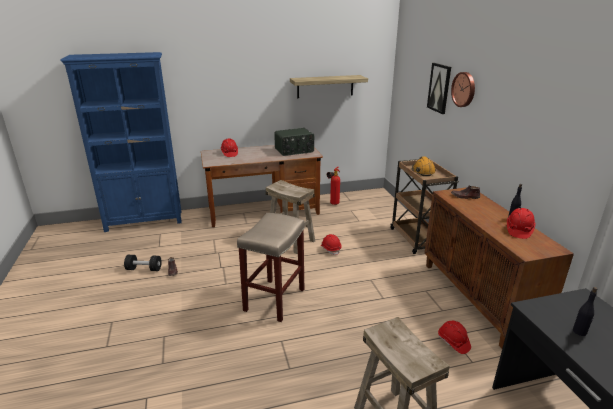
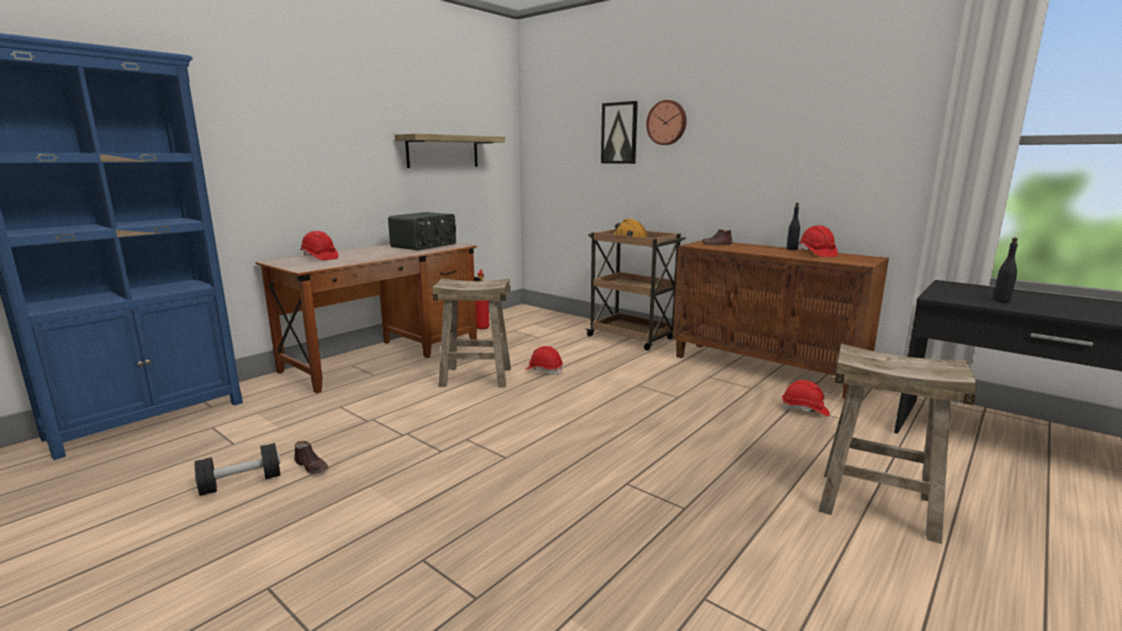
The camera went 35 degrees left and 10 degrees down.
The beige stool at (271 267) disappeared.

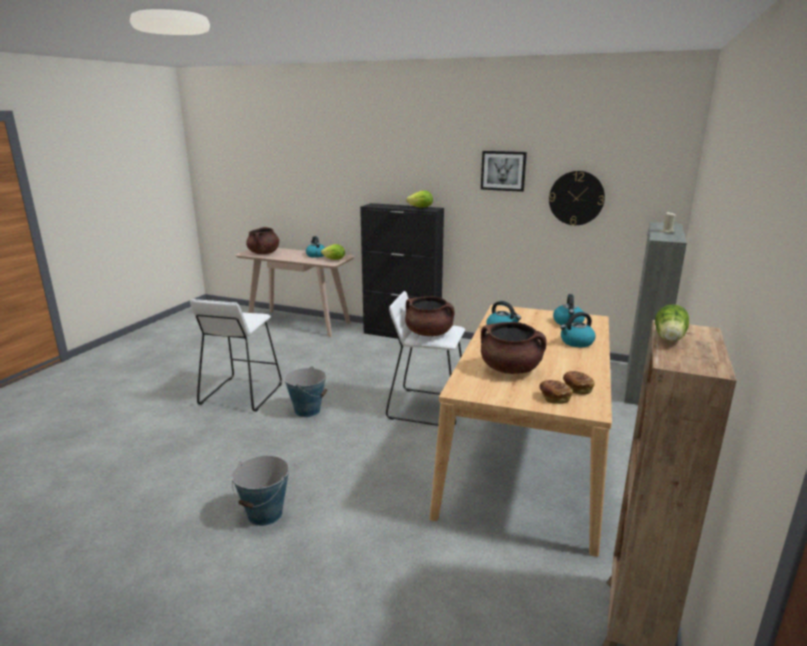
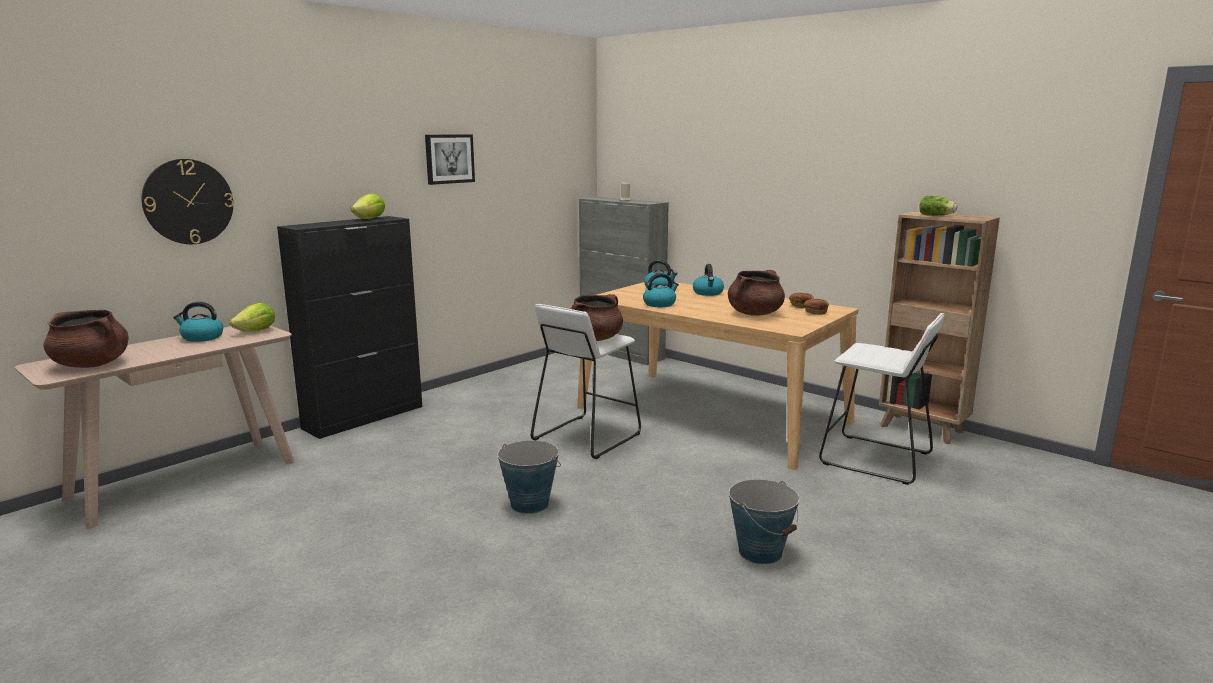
The camera went 70 degrees left and 5 degrees down.
The wall clock moved from (577 198) to (187 201).
The white stool moved from (236 355) to (882 399).

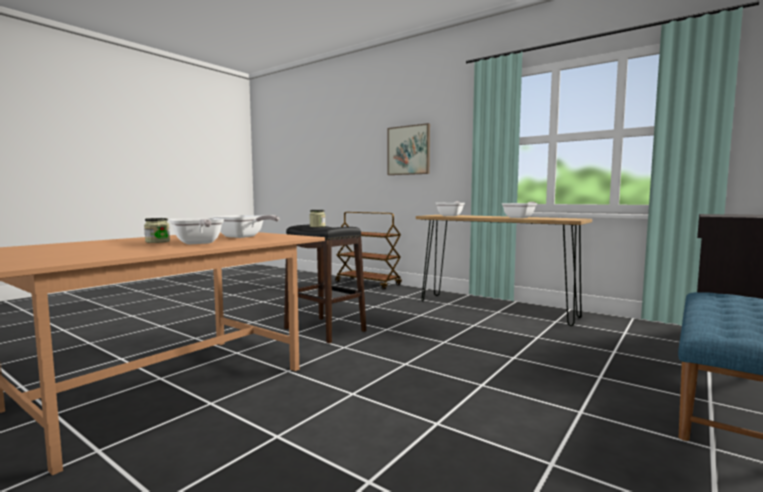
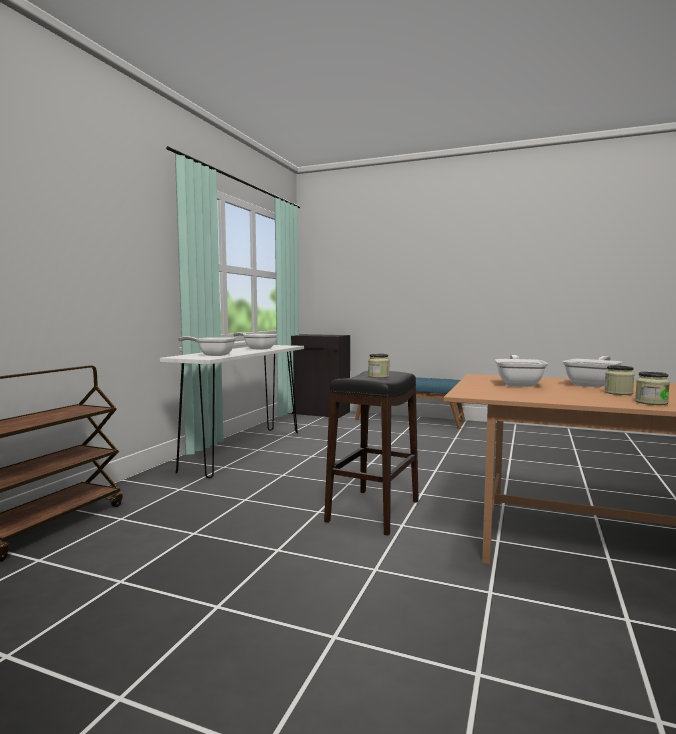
The camera went 105 degrees left and 0 degrees up.
The picture at (409 149) disappeared.
The brown console table at (504 270) became the white console table at (232 411).
The jar at (652 388) appeared.

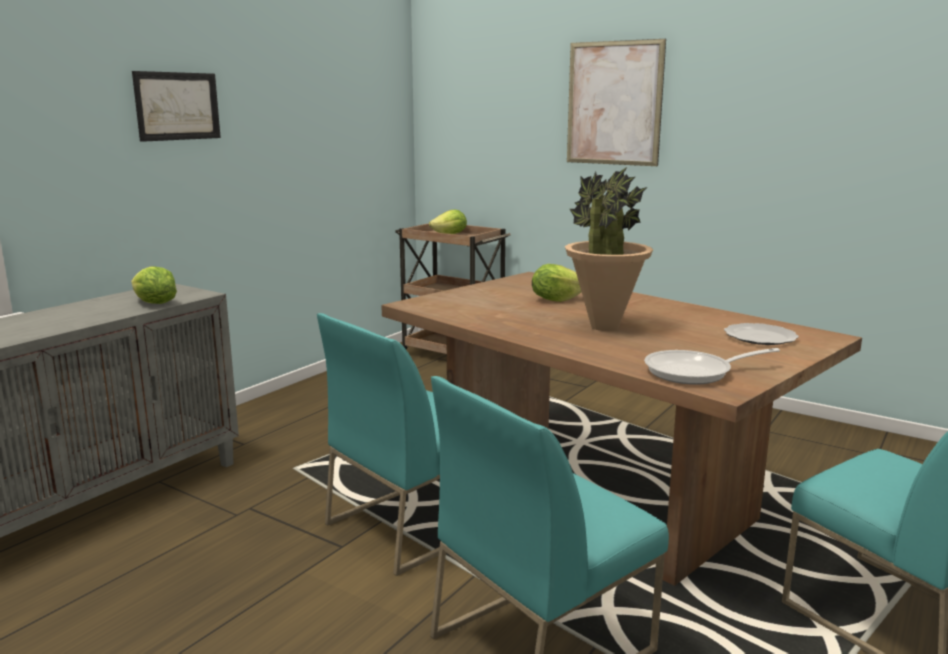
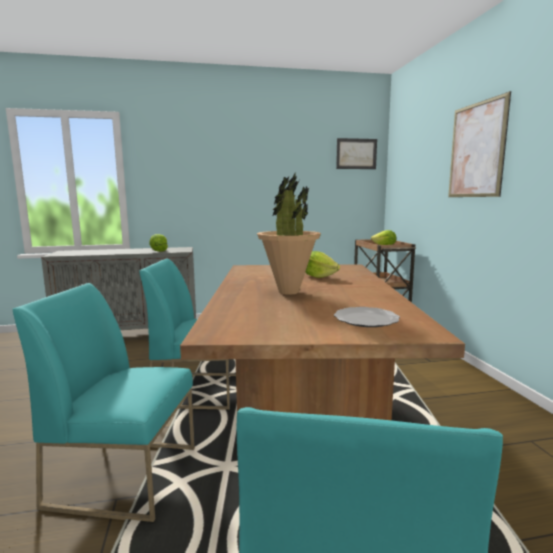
The camera went 45 degrees right and 5 degrees down.
The picture moved from (176 106) to (356 153).
The frying pan at (712 366) disappeared.

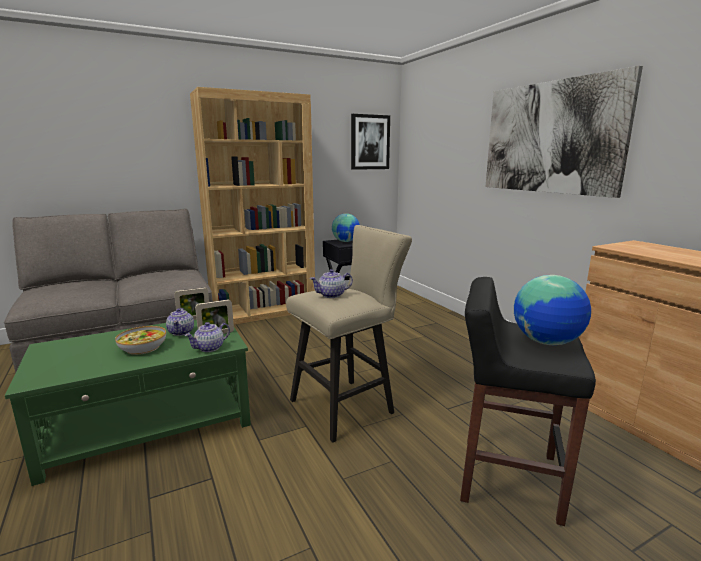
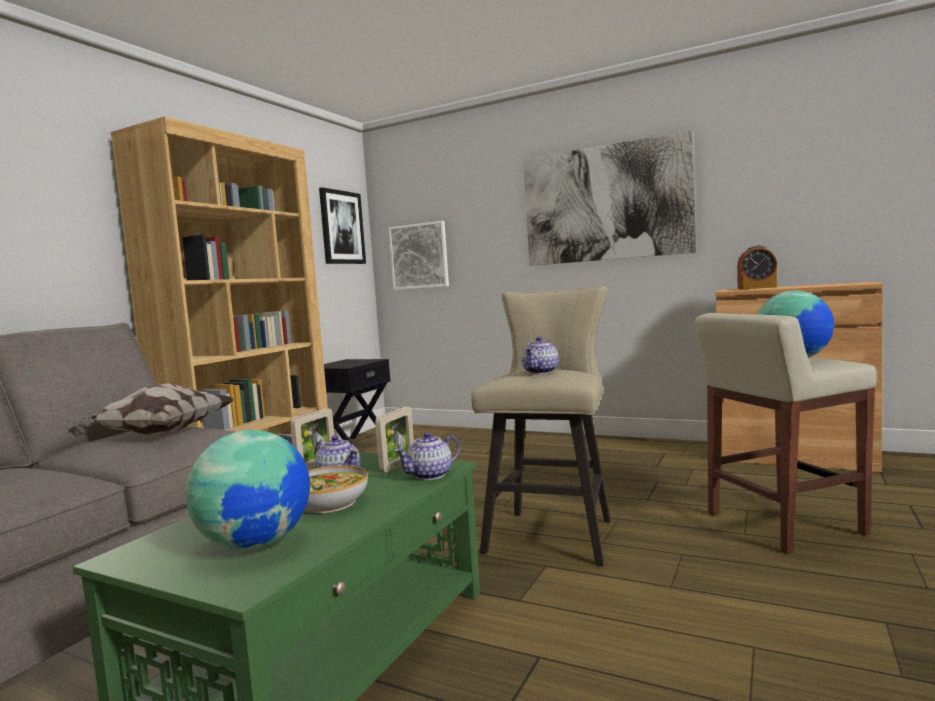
The camera went 35 degrees left and 10 degrees down.
The globe moved from (346 227) to (248 490).
The black stool at (528 401) became the beige stool at (785 433).
The teapot at (207 337) turned 45 degrees clockwise.
The picture at (418 255) appeared.
The alarm clock at (757 267) appeared.
The pillow at (153 409) appeared.

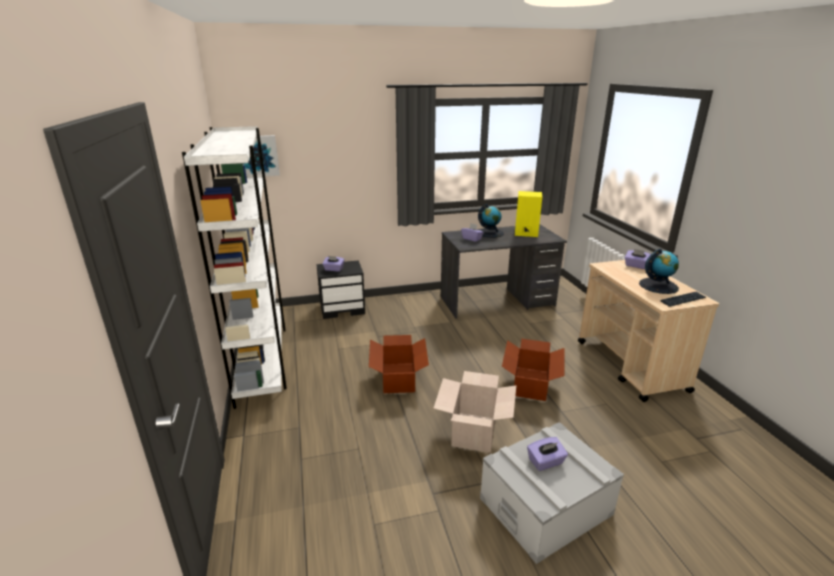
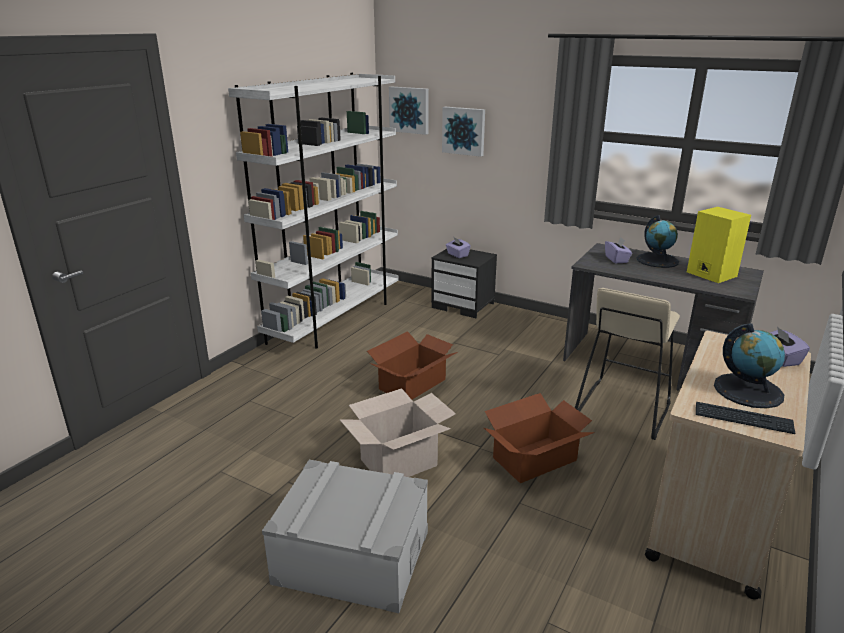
The camera went 45 degrees right and 0 degrees up.
The purple tissue box at (547 454) disappeared.
The picture at (463 132) appeared.
The beige stool at (627 364) appeared.

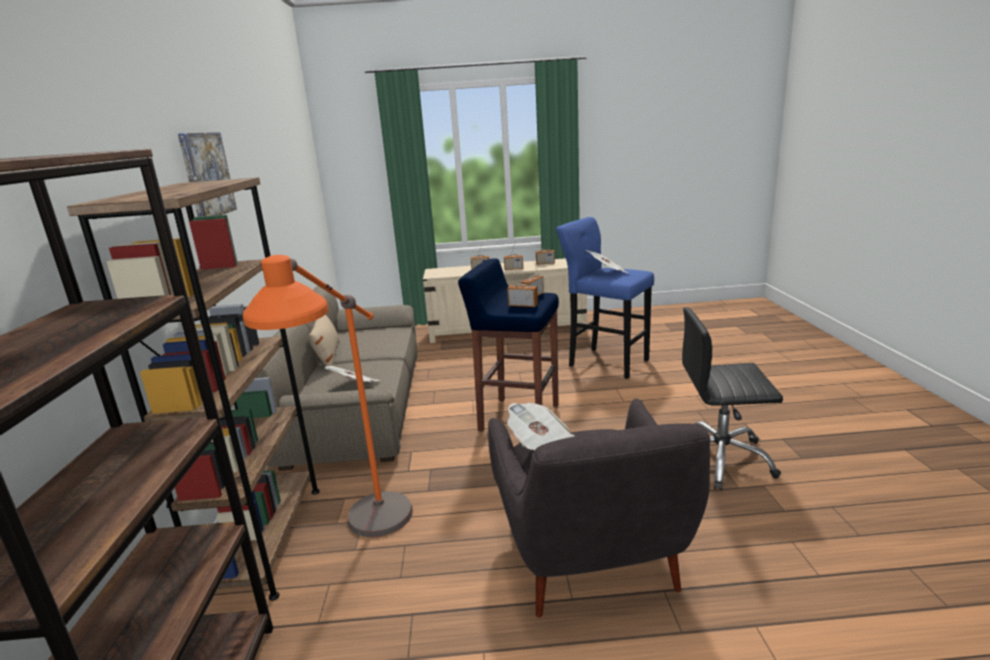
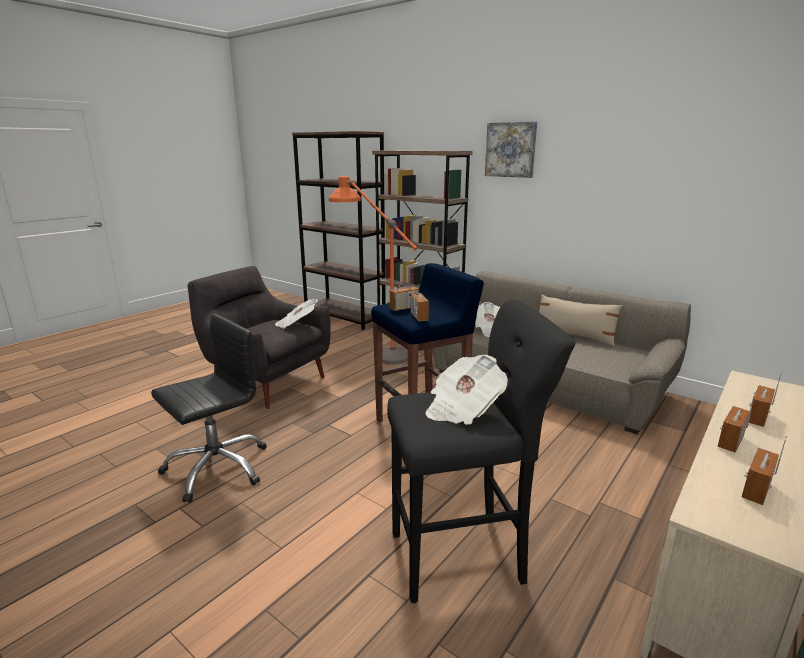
The camera went 130 degrees right and 0 degrees up.
The blue stool at (605 298) became the black stool at (481 452).

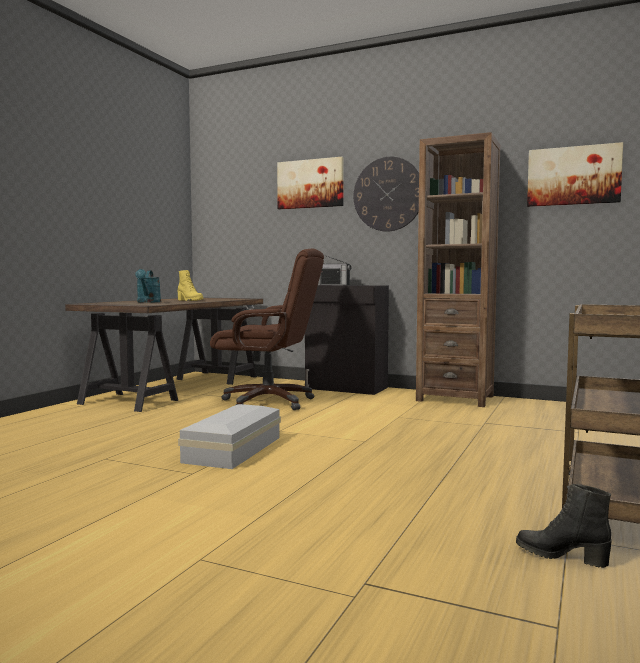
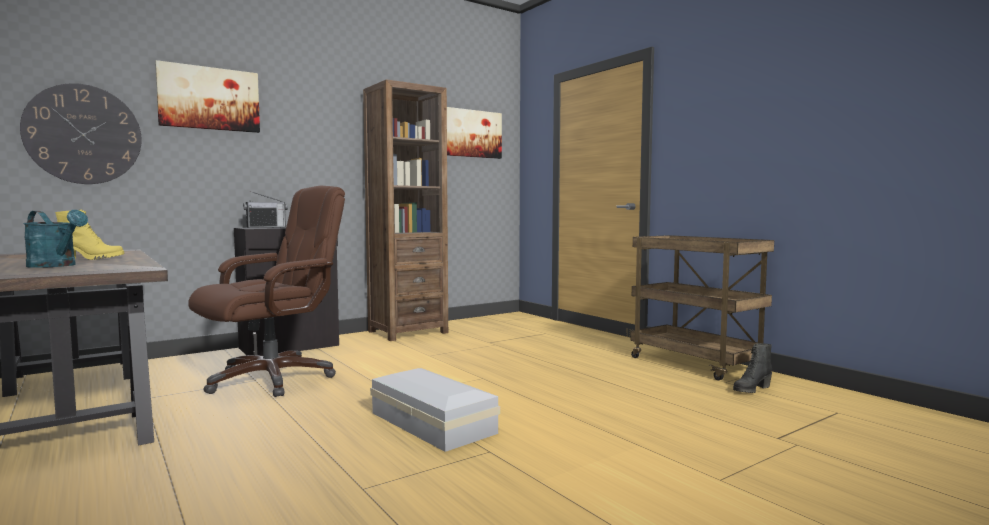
The camera went 60 degrees left and 0 degrees up.
The wall clock moved from (386 194) to (81 133).

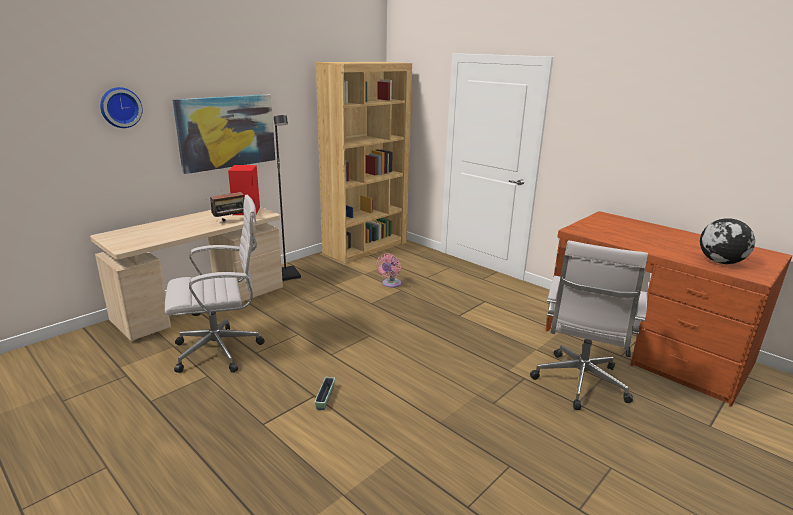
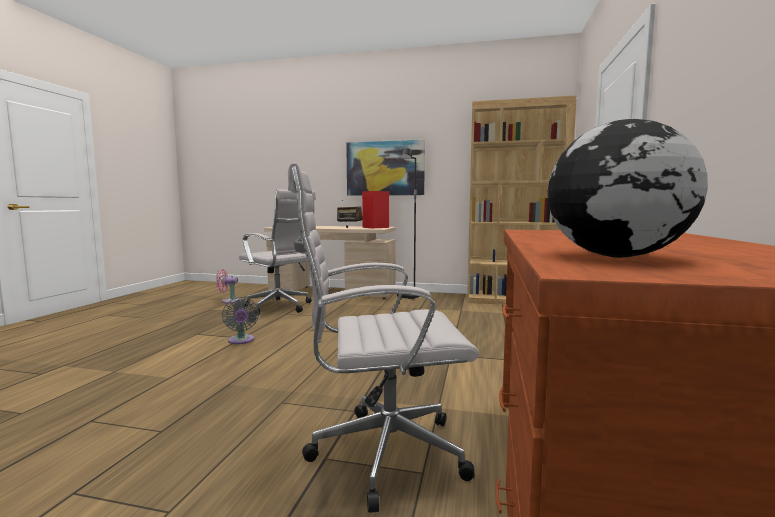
The camera went 60 degrees right and 15 degrees down.
The wall clock at (121 107) disappeared.
The pink fan moved from (388 270) to (227 286).
The planter at (324 393) was replaced by the grey fan at (240 320).

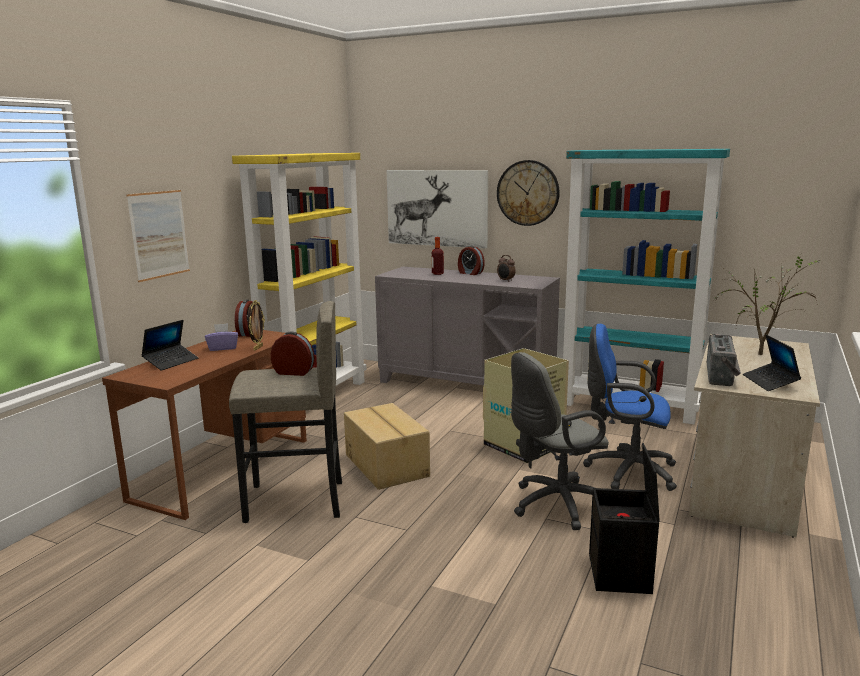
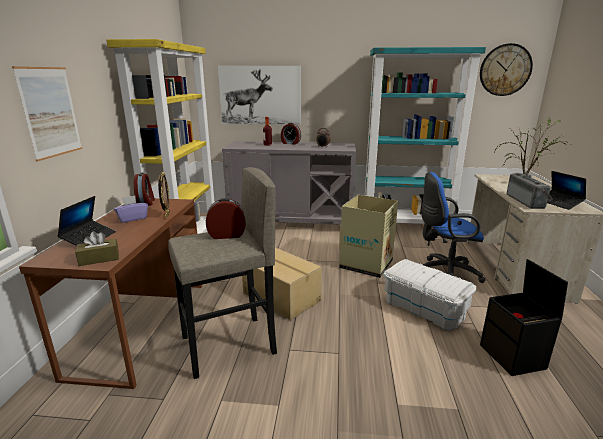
The camera went 20 degrees left and 5 degrees up.
The wall clock moved from (528 193) to (506 69).
The grey office chair at (560 441) was replaced by the white storage box at (430 294).
The brown tissue box at (97 248) appeared.

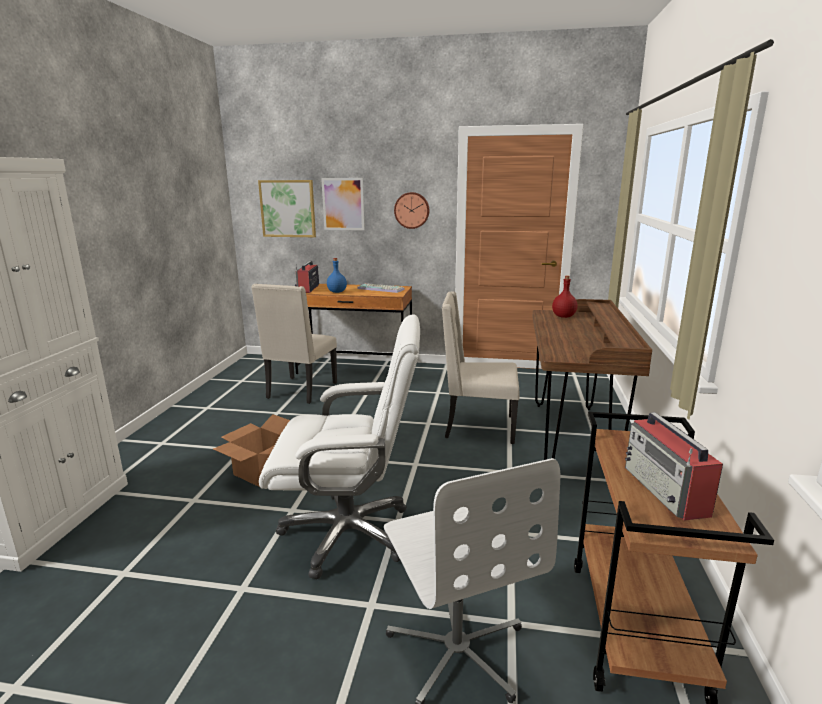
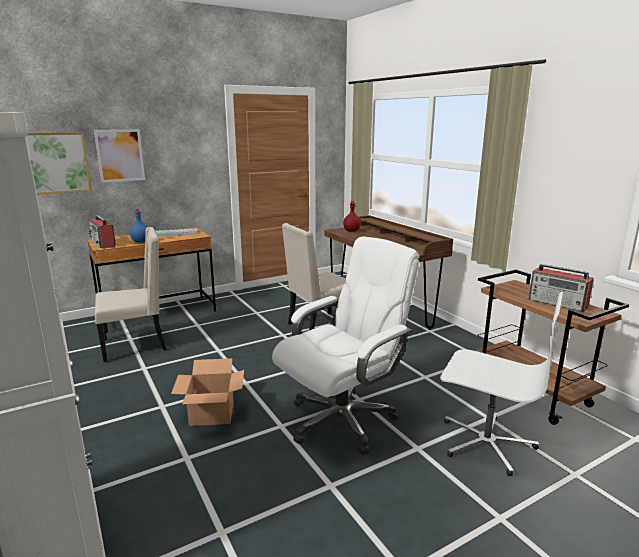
The camera went 40 degrees left and 0 degrees up.
The wall clock at (411 210) disappeared.
The beige chair at (294 344) turned 90 degrees counterclockwise.

